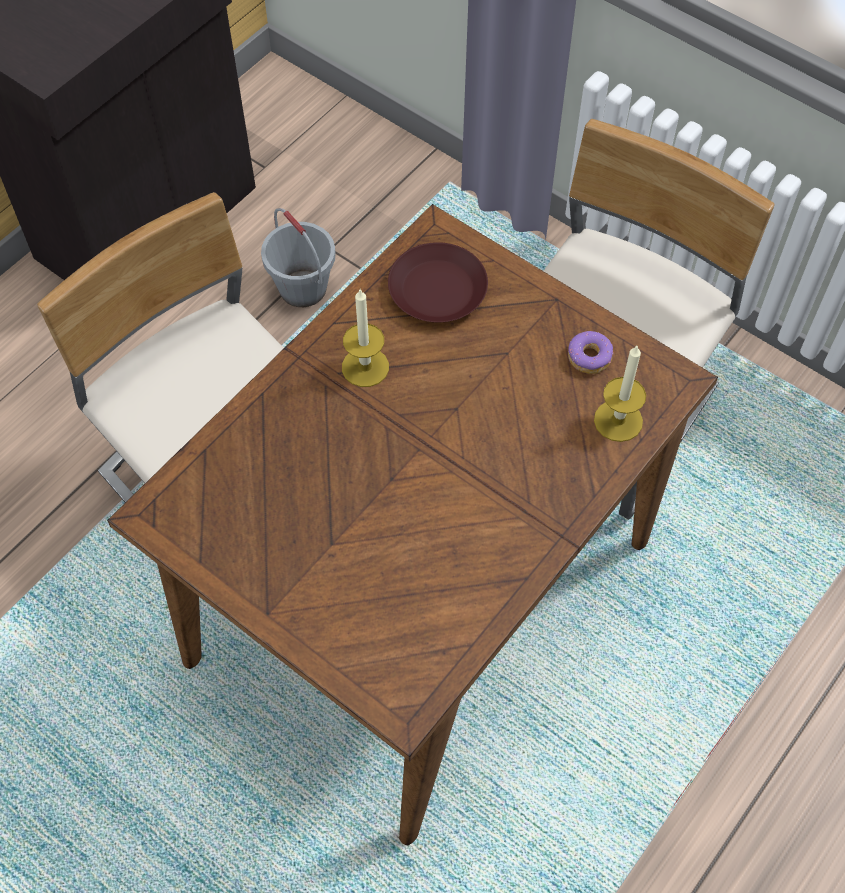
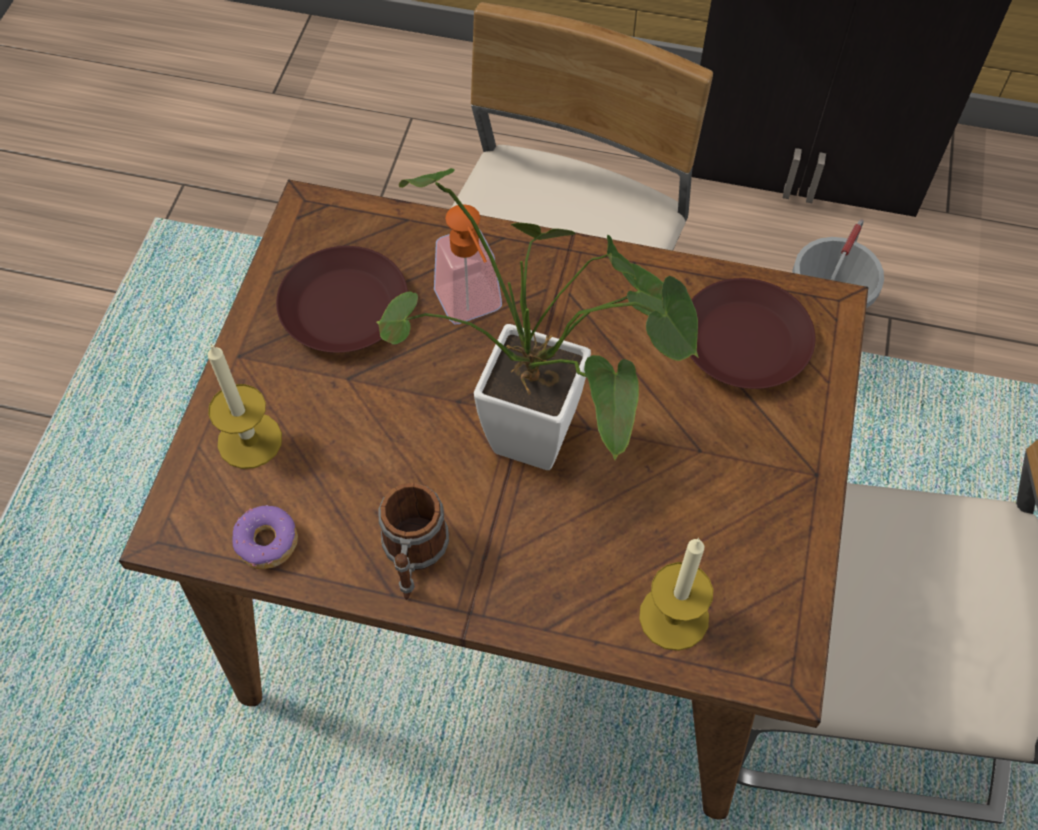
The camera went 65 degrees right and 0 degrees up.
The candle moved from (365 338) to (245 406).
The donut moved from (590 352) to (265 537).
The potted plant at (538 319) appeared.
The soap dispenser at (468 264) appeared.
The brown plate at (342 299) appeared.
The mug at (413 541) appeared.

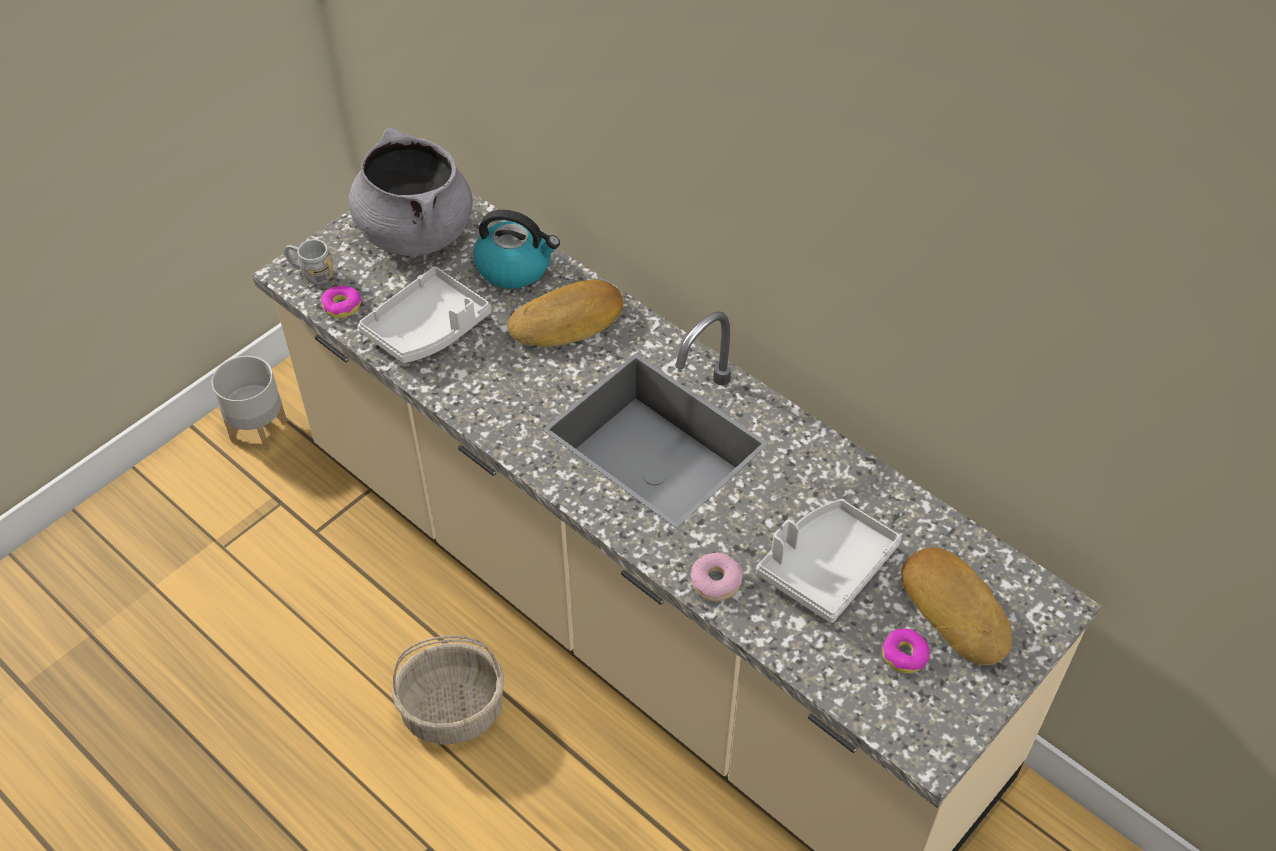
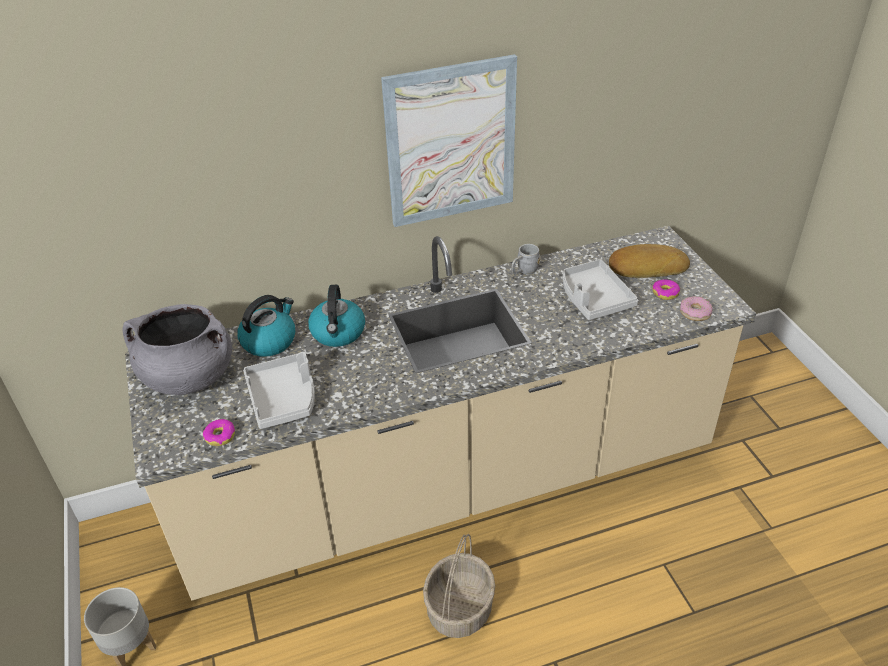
The camera went 60 degrees left and 10 degrees down.
The grey mug moved from (308 262) to (525 259).
The bread at (565 313) was replaced by the kettle at (336 316).
The donut moved from (717 576) to (696 308).
The picture at (449 140) appeared.

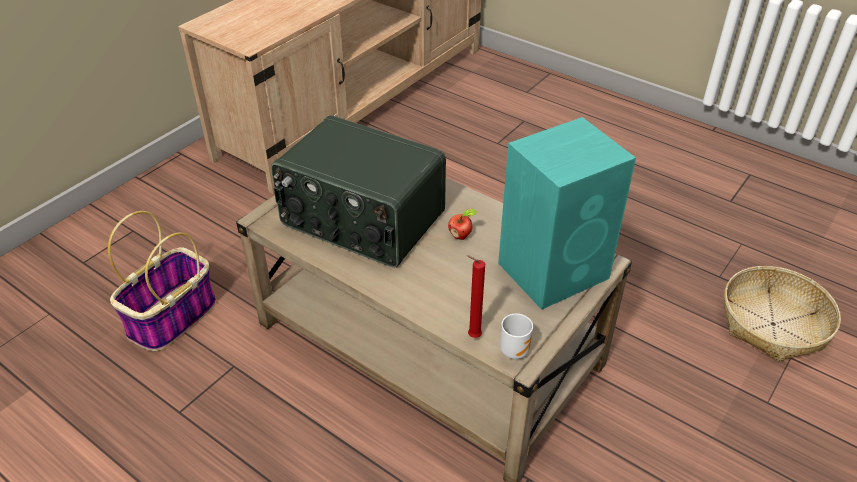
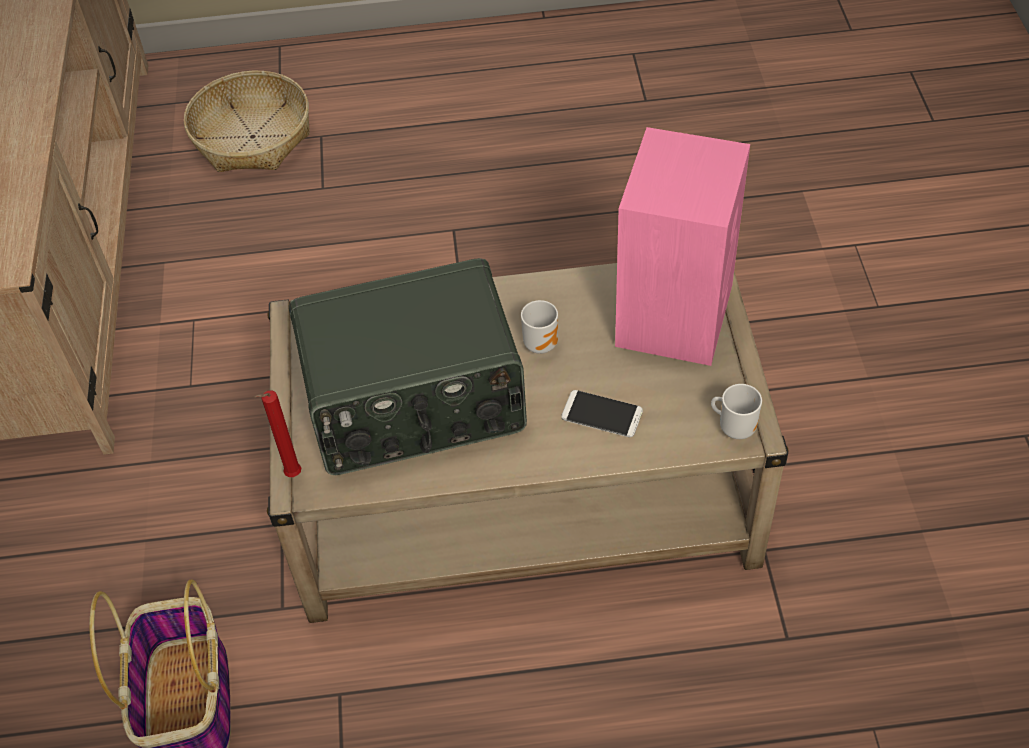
The camera went 40 degrees left and 10 degrees up.
The turquoise speaker at (567 213) became the pink speaker at (682 246).
The apple at (462 224) was replaced by the mug at (539 327).
The red candle moved from (476 296) to (277 434).
The basket moved from (782 314) to (247 121).
The phone at (602 413) appeared.

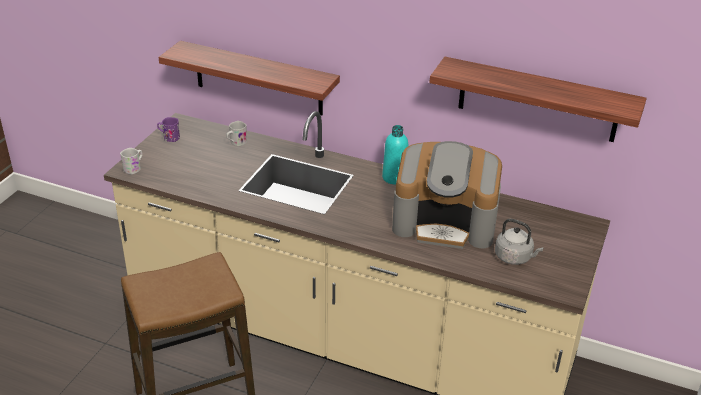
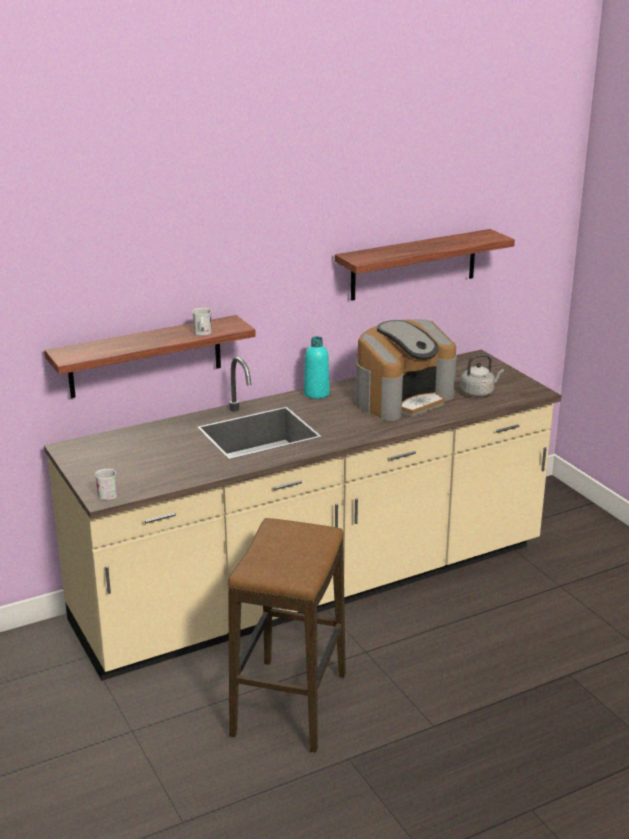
The camera went 50 degrees left and 10 degrees down.
The purple mug at (168 129) disappeared.
The white mug moved from (236 133) to (202 321).

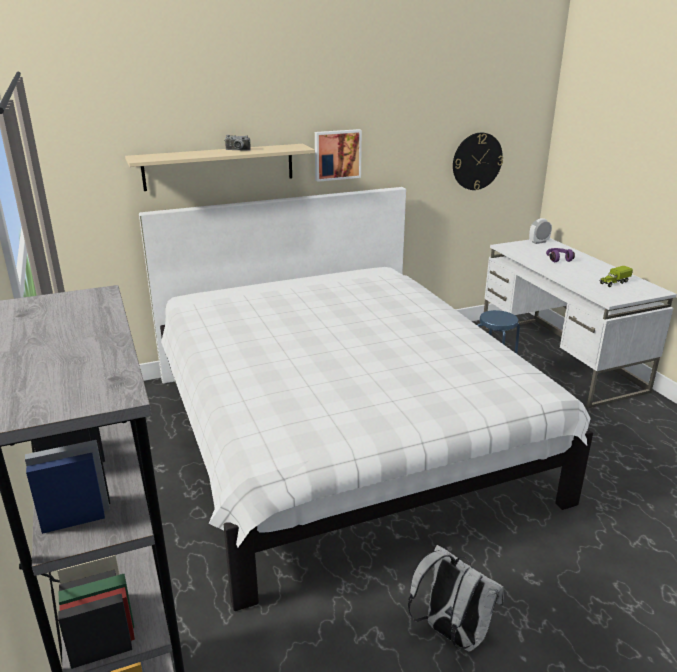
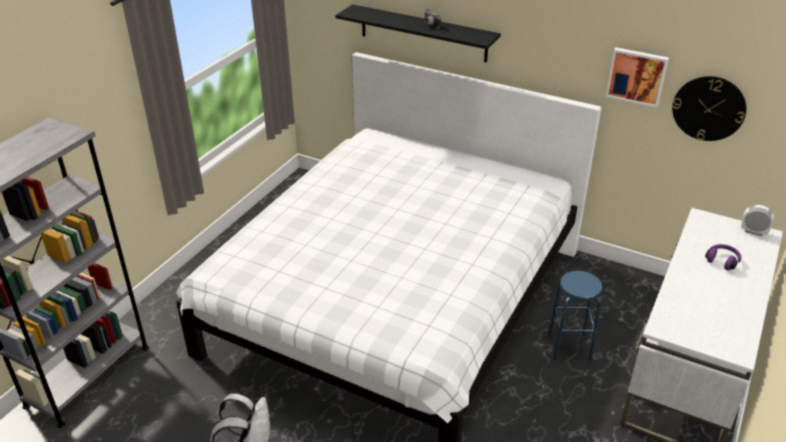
The camera went 50 degrees right and 10 degrees up.
The picture moved from (338 155) to (637 77).
The beige shelf at (220 167) became the black shelf at (418 33).
The toy truck at (616 276) disappeared.

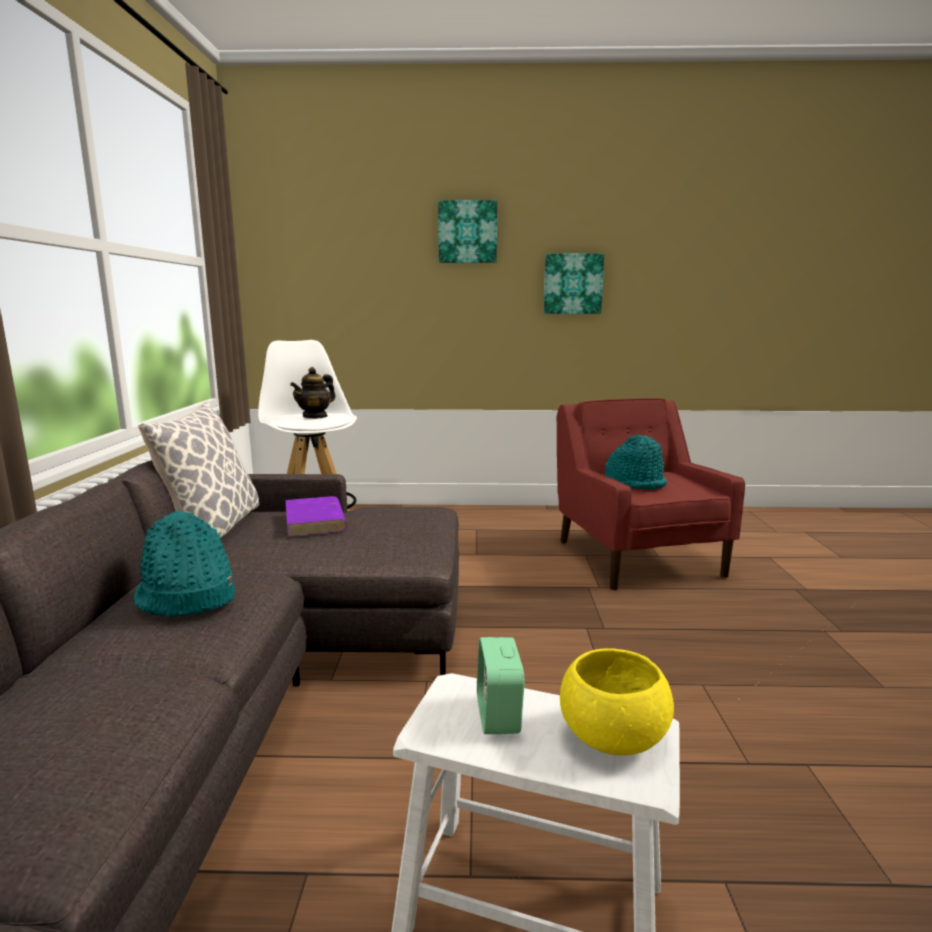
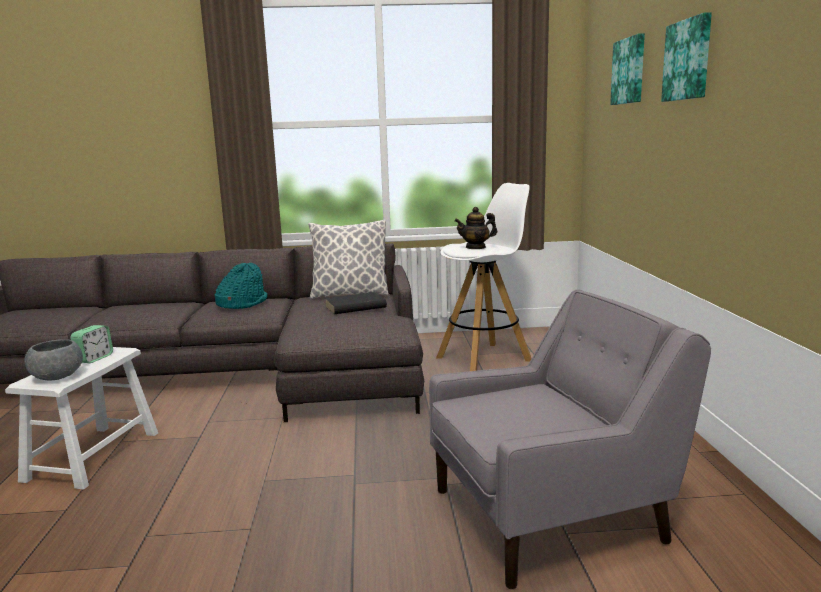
The camera went 85 degrees right and 0 degrees up.
The picture moved from (574 284) to (627 69).
The teapot at (313 393) turned 45 degrees counterclockwise.
The red armchair at (651 494) became the grey armchair at (570 439).
The turquoise hat at (636 462) disappeared.
The purple book at (316 516) became the black book at (356 303).
The alarm clock at (501 685) turned 120 degrees clockwise.
The yellow bowl at (617 702) became the grey bowl at (53 360).

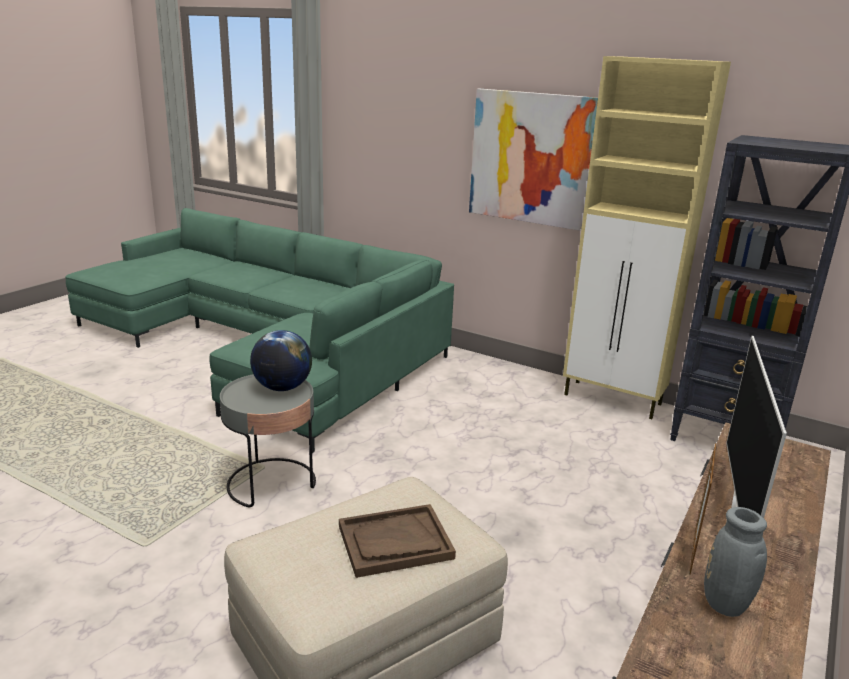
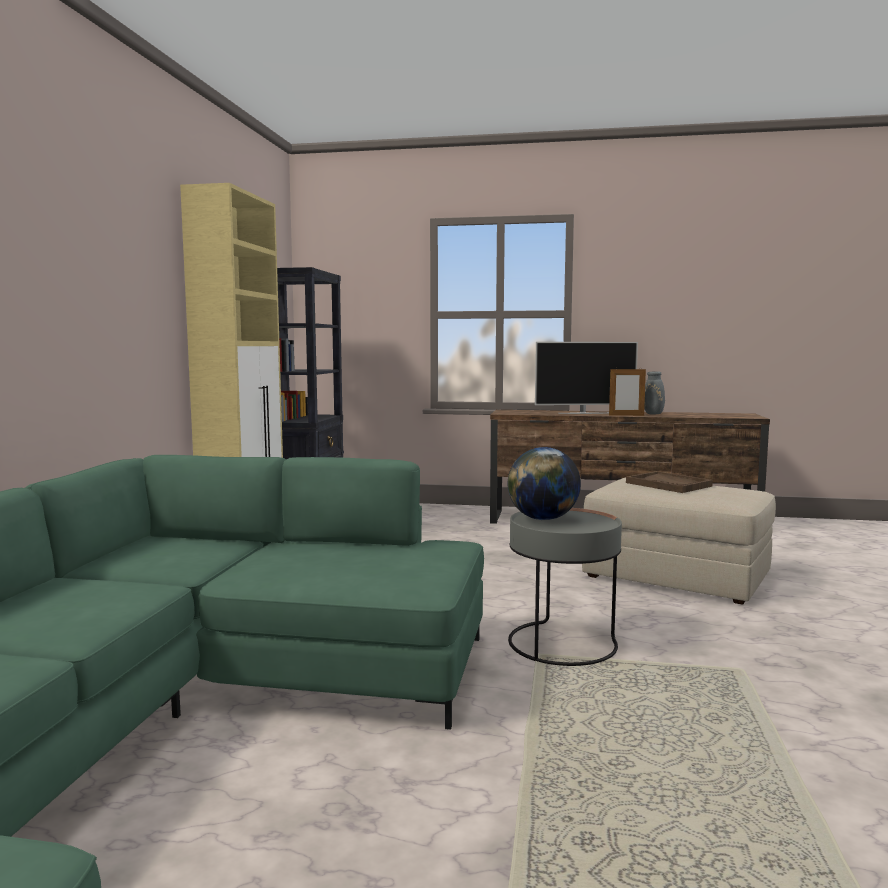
The camera went 110 degrees left and 15 degrees down.
The picture at (533 160) disappeared.

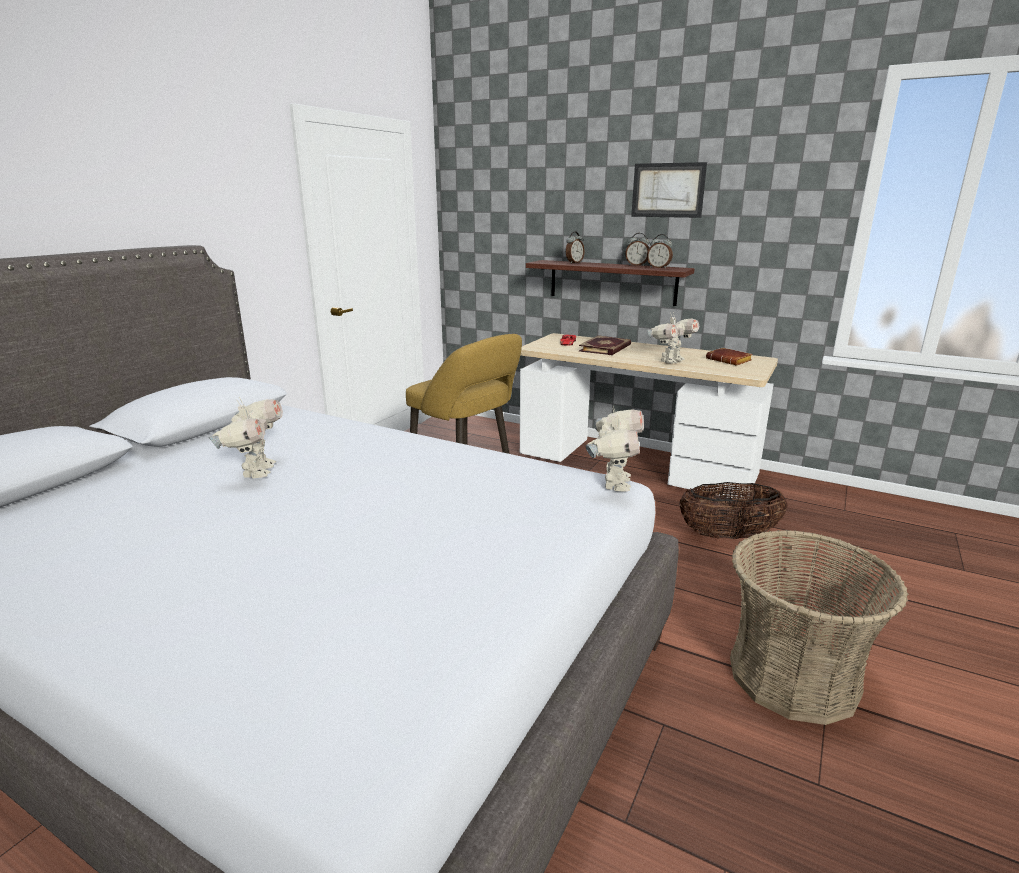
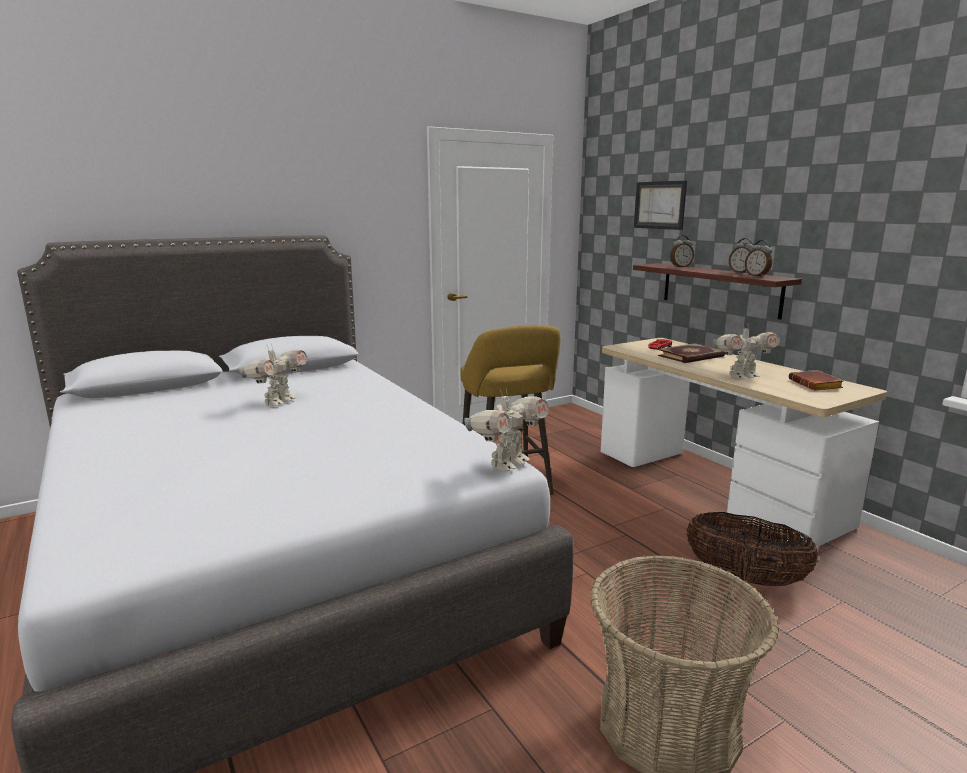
The camera went 30 degrees right and 5 degrees down.
The picture moved from (669 190) to (660 205).

